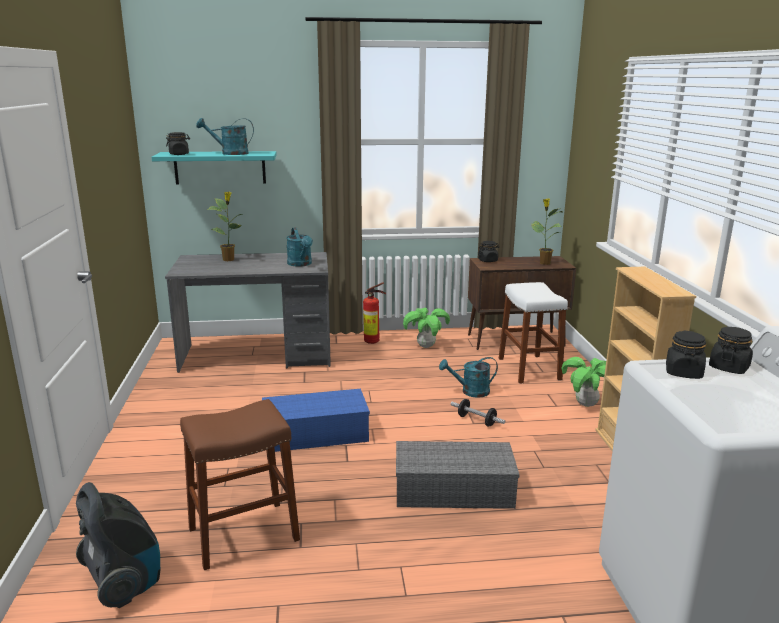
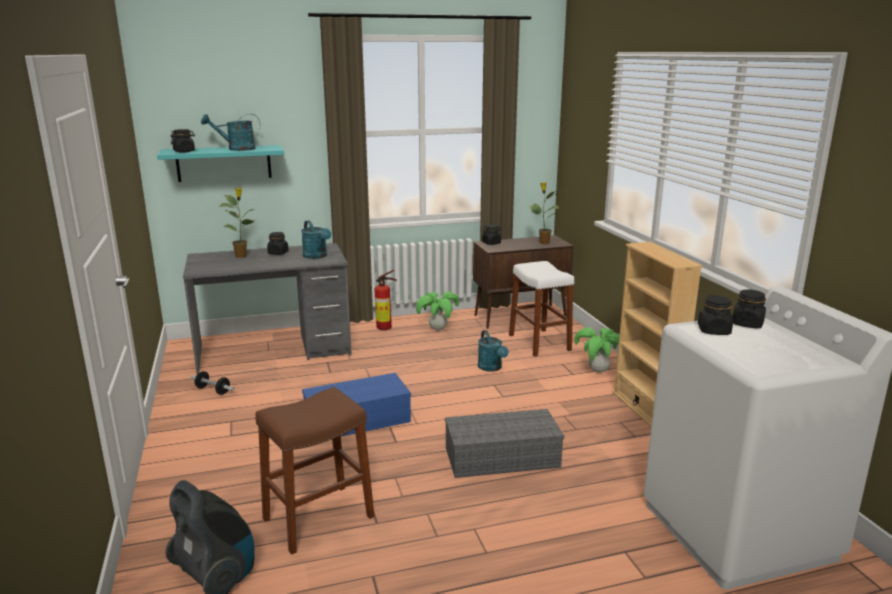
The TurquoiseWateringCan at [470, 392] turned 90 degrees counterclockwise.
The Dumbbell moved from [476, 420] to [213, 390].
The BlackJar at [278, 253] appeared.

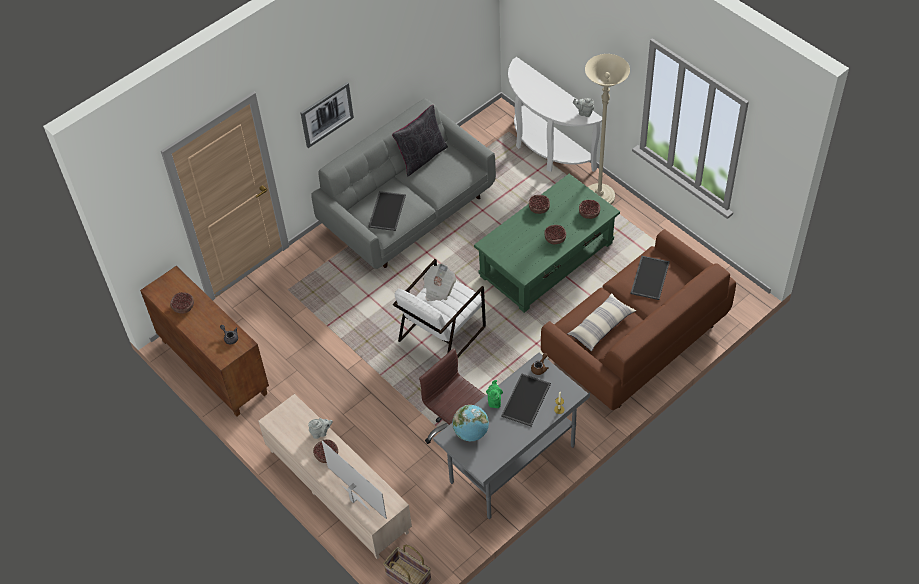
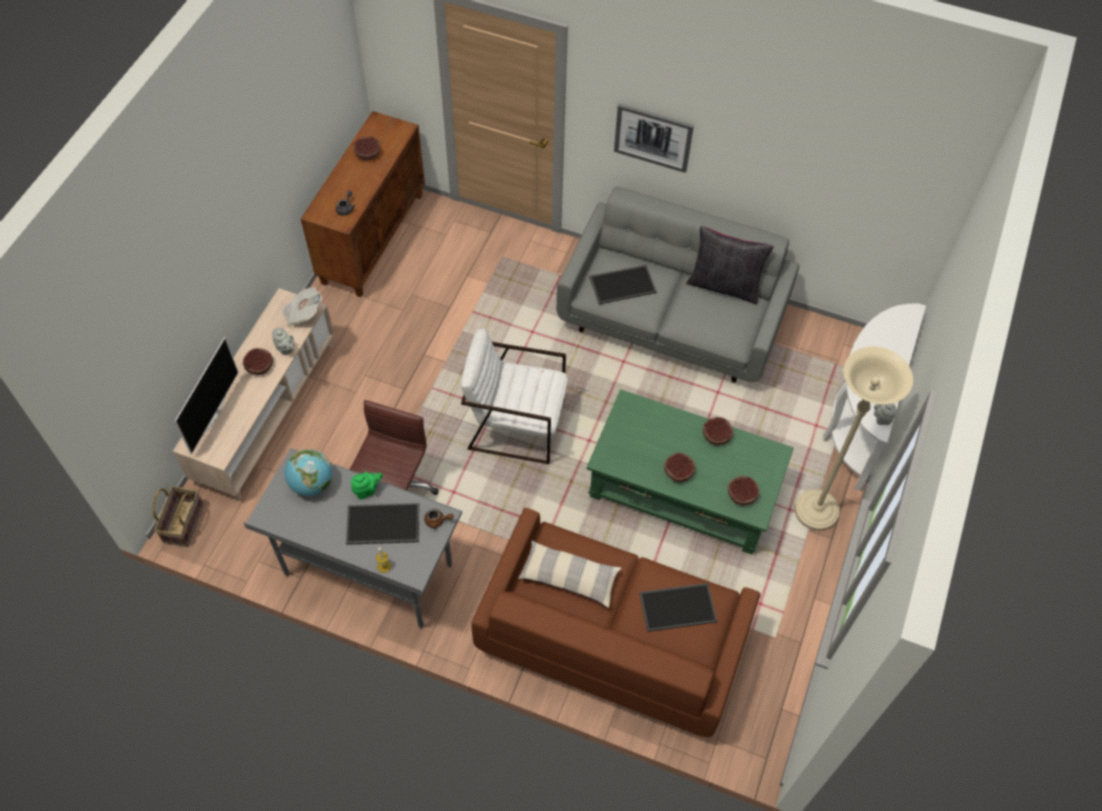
The Newspaper moved from [438, 289] to [302, 313].

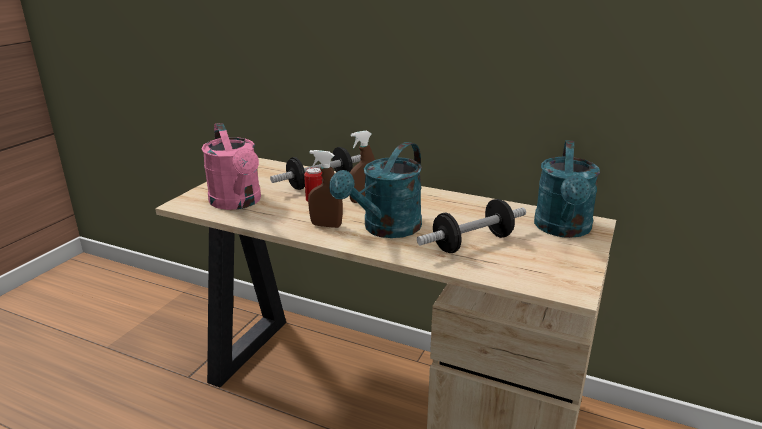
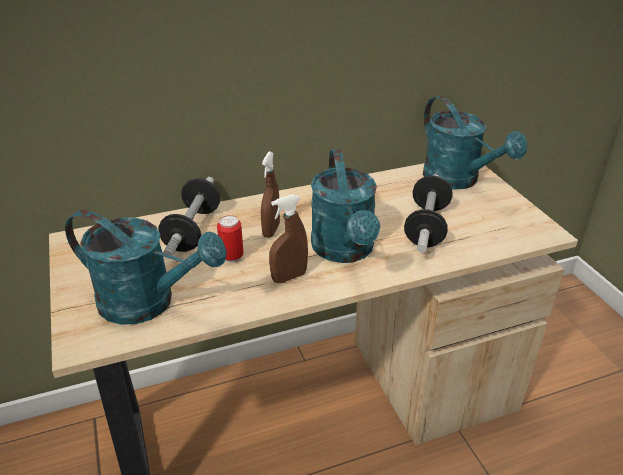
The PinkWateringCan at [238, 202] became the TurquoiseWateringCan at [149, 303].

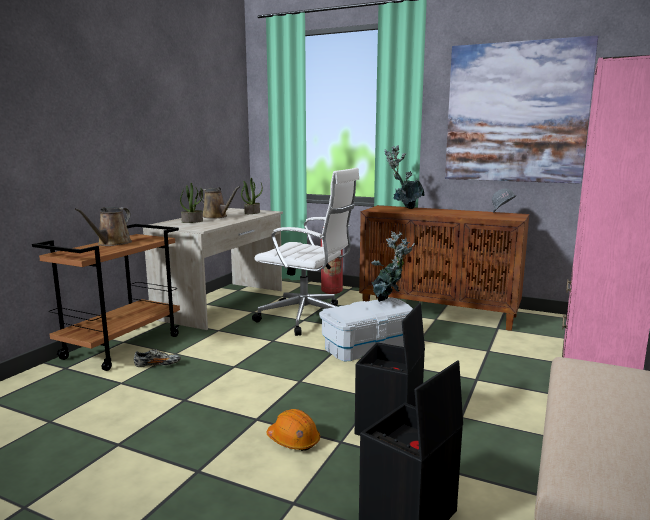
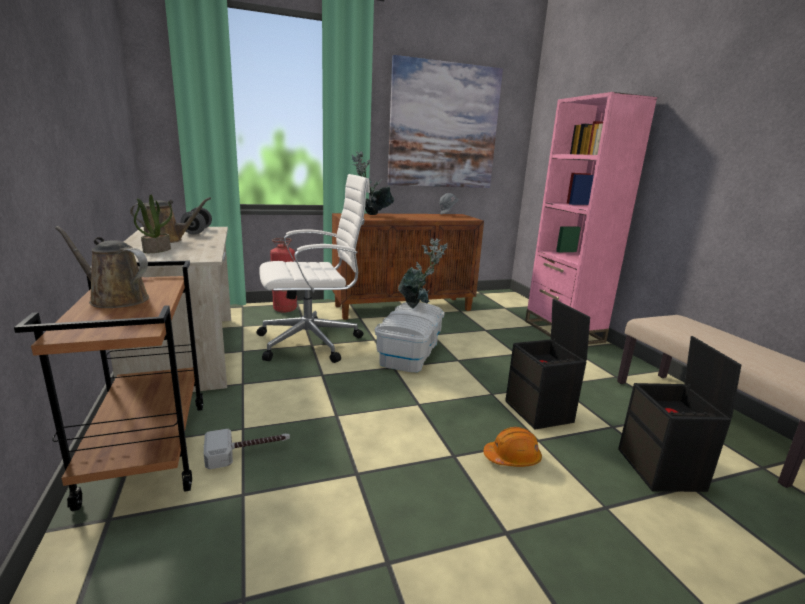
The BrownWateringCan at [112, 243] turned 135 degrees clockwise.
The Shoe at [158, 365] was replaced by the Hammer at [248, 451].
The PottedPlant at [252, 213] was replaced by the GreyDumbbell at [197, 231].

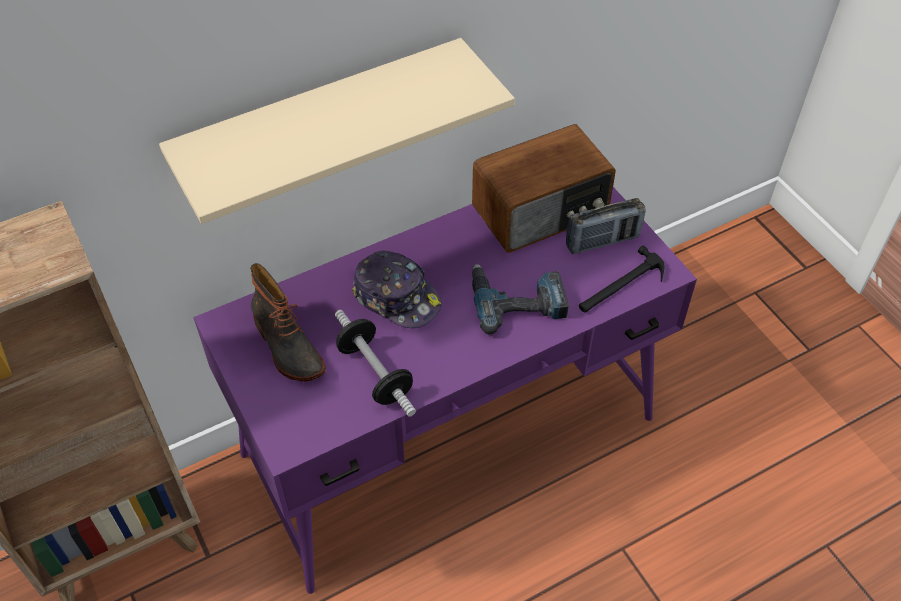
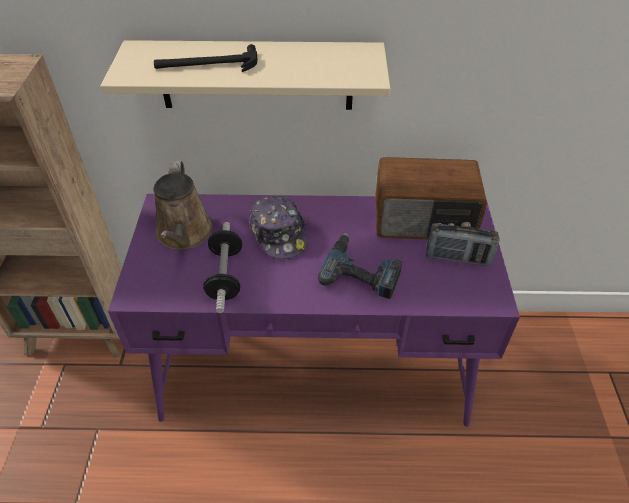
The Boot at [286, 347] was replaced by the BrownWateringCan at [184, 234].
The Hammer moved from [621, 286] to [206, 65].

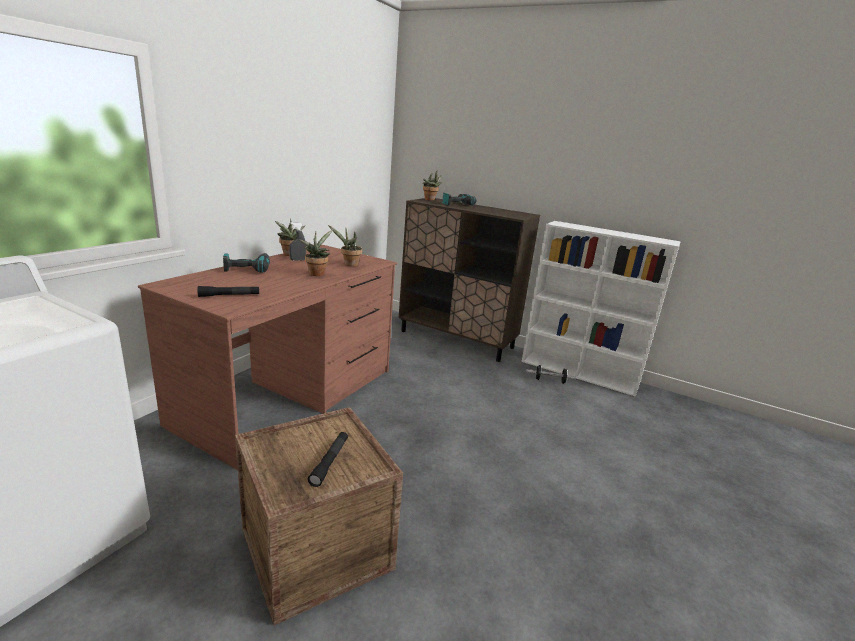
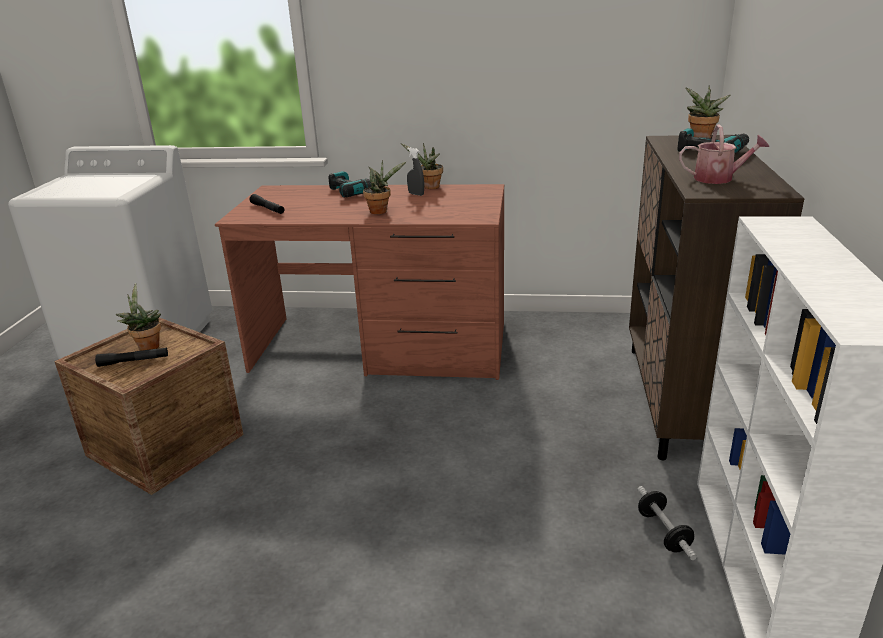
The PottedPlant moved from [349, 265] to [147, 346].
The WateringCan at [719, 178] appeared.

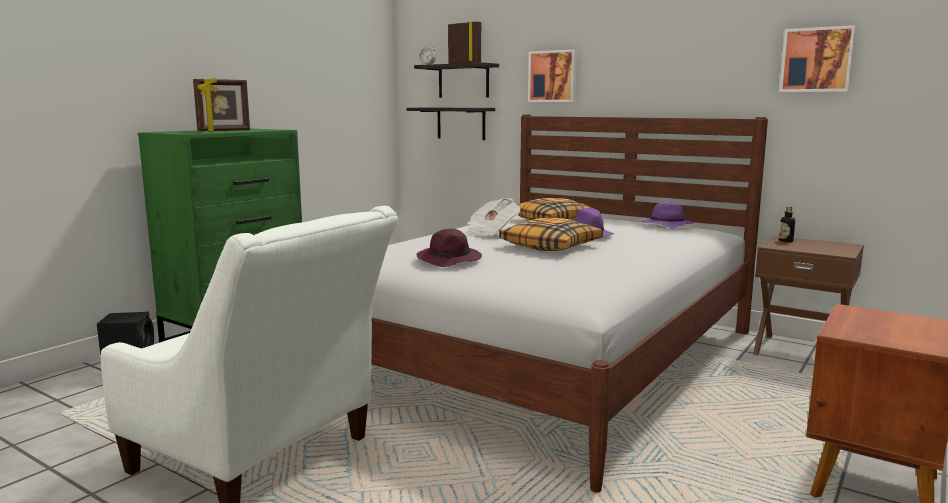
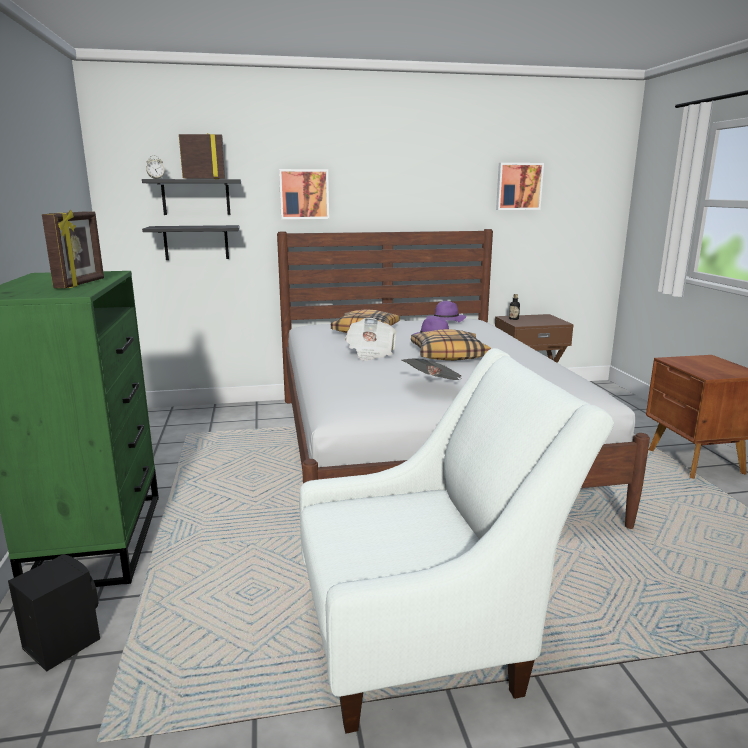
The PurpleHat at [450, 260] was replaced by the Newspaper at [434, 386].

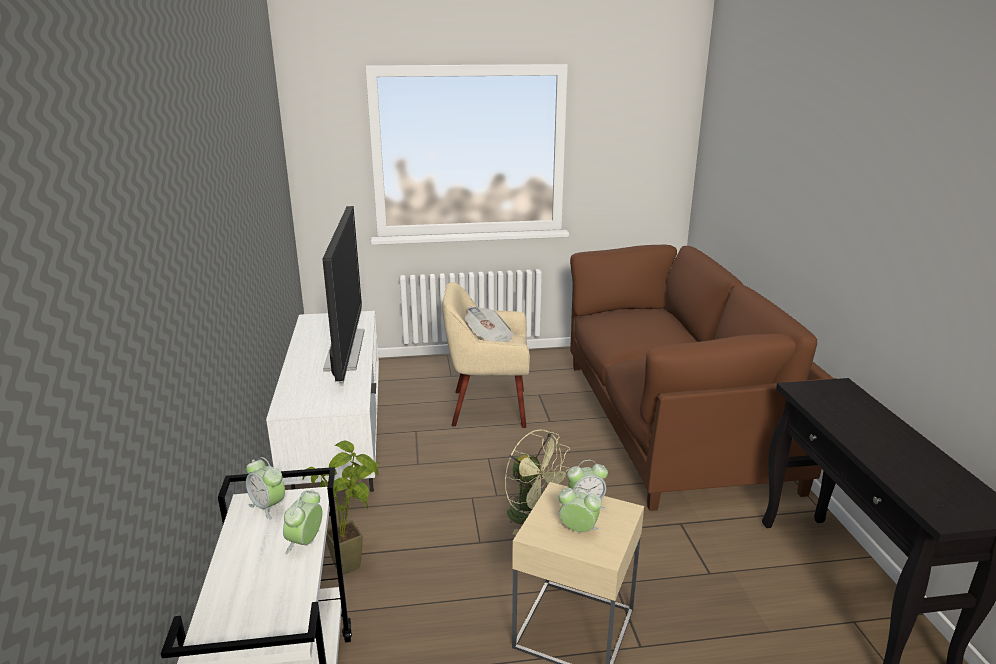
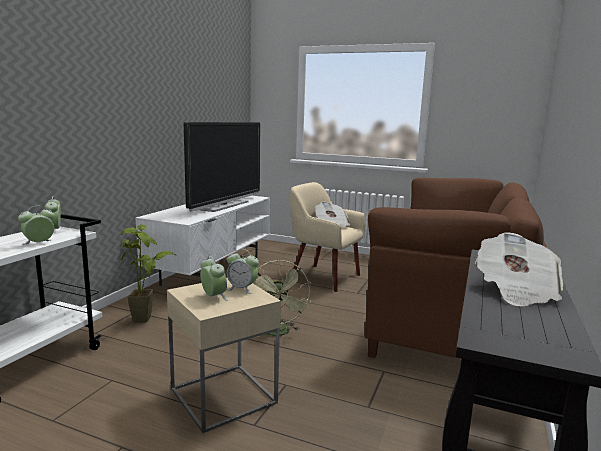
The Newspaper at [515, 290] appeared.

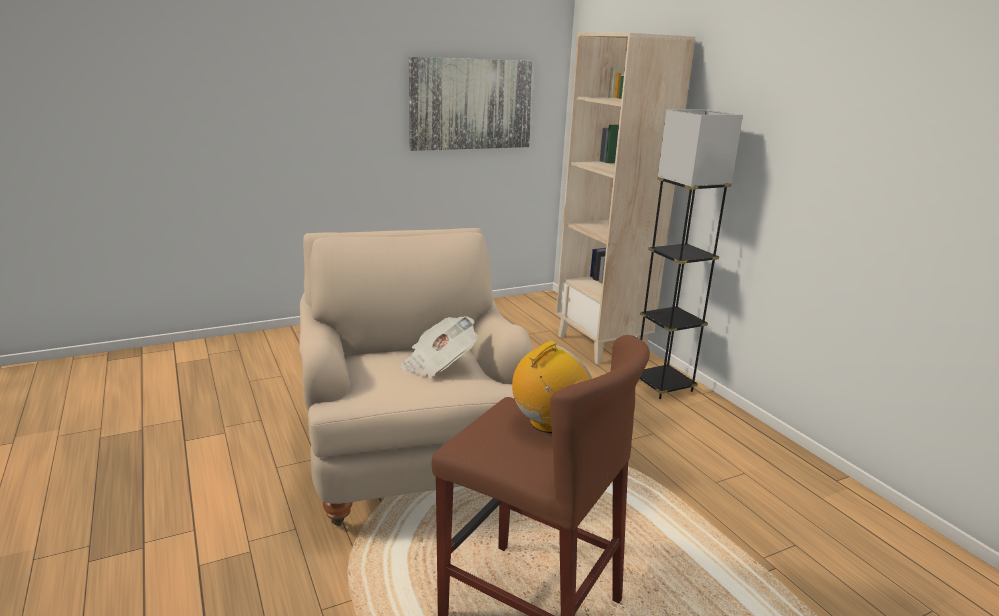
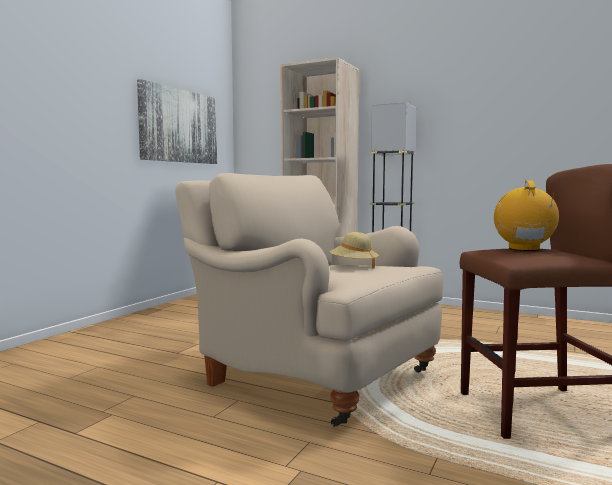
The Newspaper at [438, 364] was replaced by the BeigeHat at [354, 266].

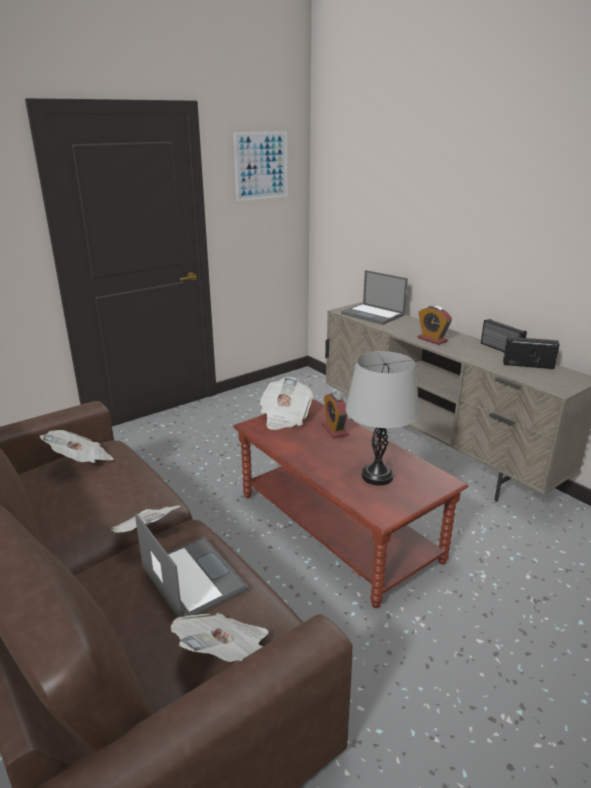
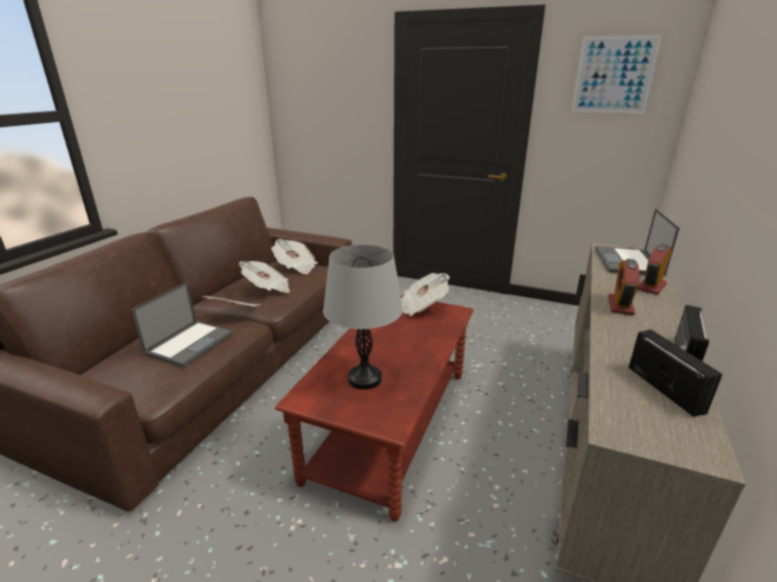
The Newspaper moved from [225, 653] to [268, 288].
The AlarmClock moved from [334, 430] to [651, 286].

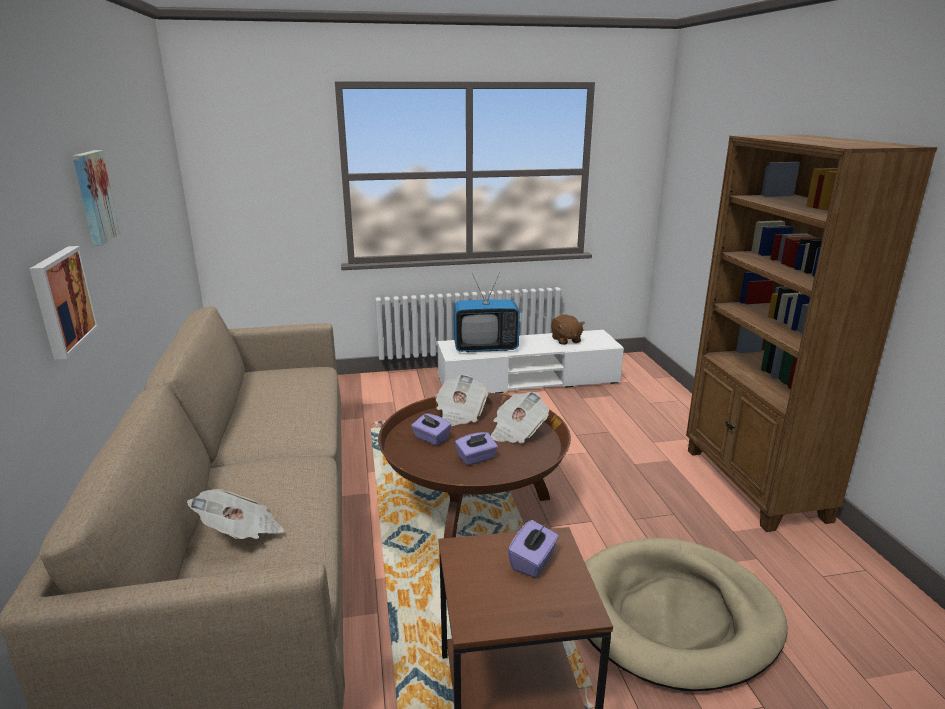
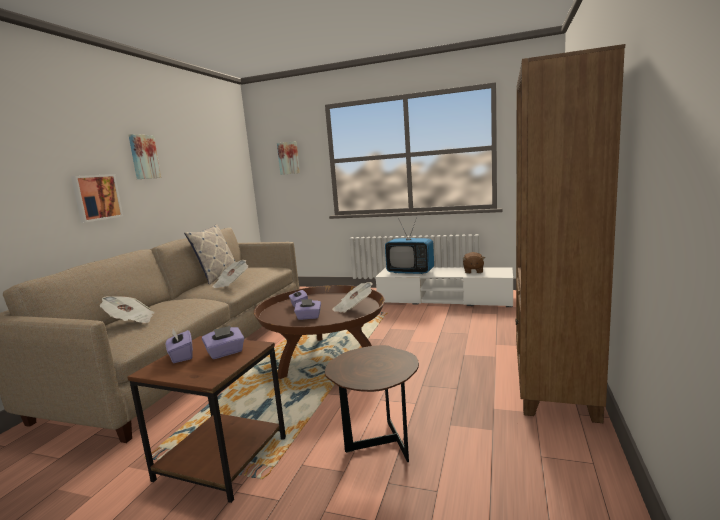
The Newspaper moved from [460, 414] to [231, 283].
The BeigeDogBed at [673, 615] was replaced by the BrownSideTable at [378, 446].
The PurpleTissueBox at [181, 356] appeared.
The Pillow at [217, 277] appeared.
The Picture at [289, 158] appeared.

